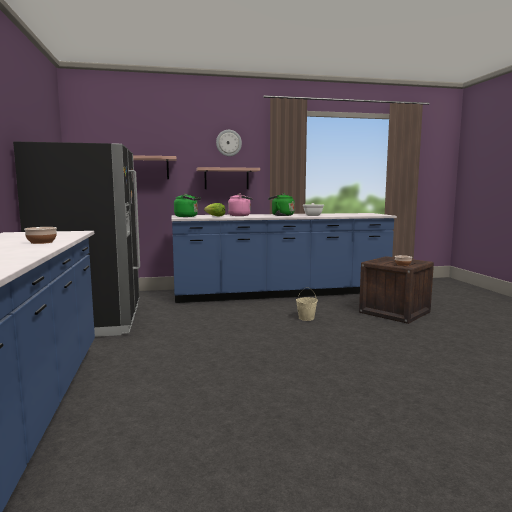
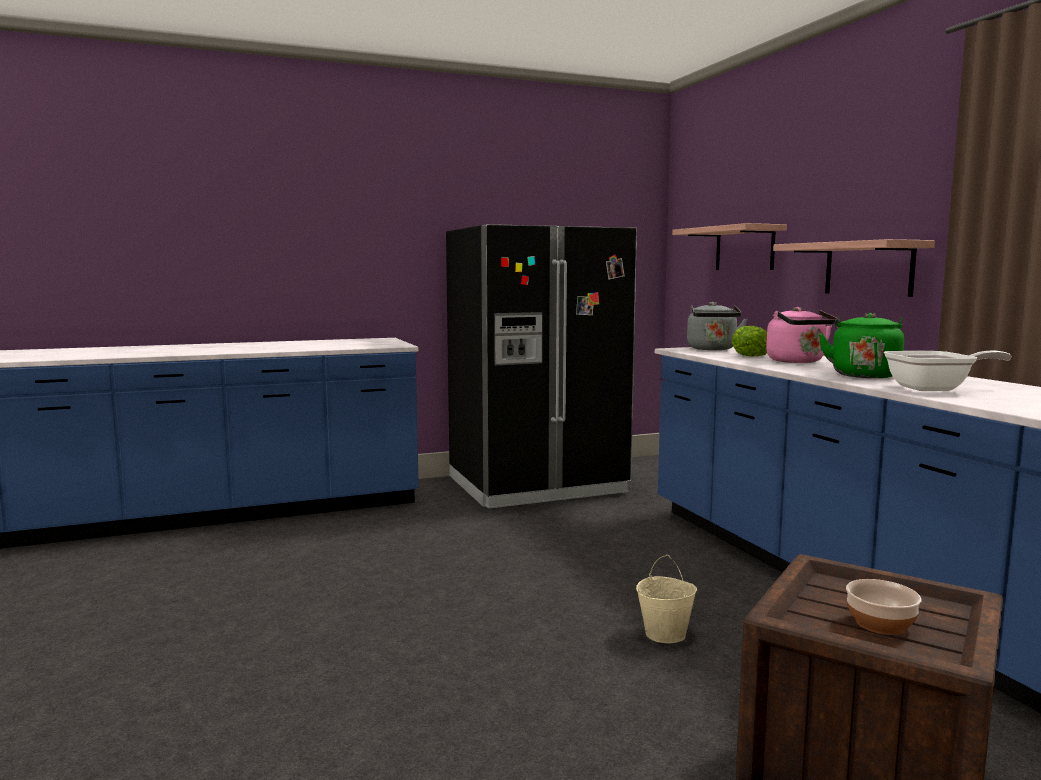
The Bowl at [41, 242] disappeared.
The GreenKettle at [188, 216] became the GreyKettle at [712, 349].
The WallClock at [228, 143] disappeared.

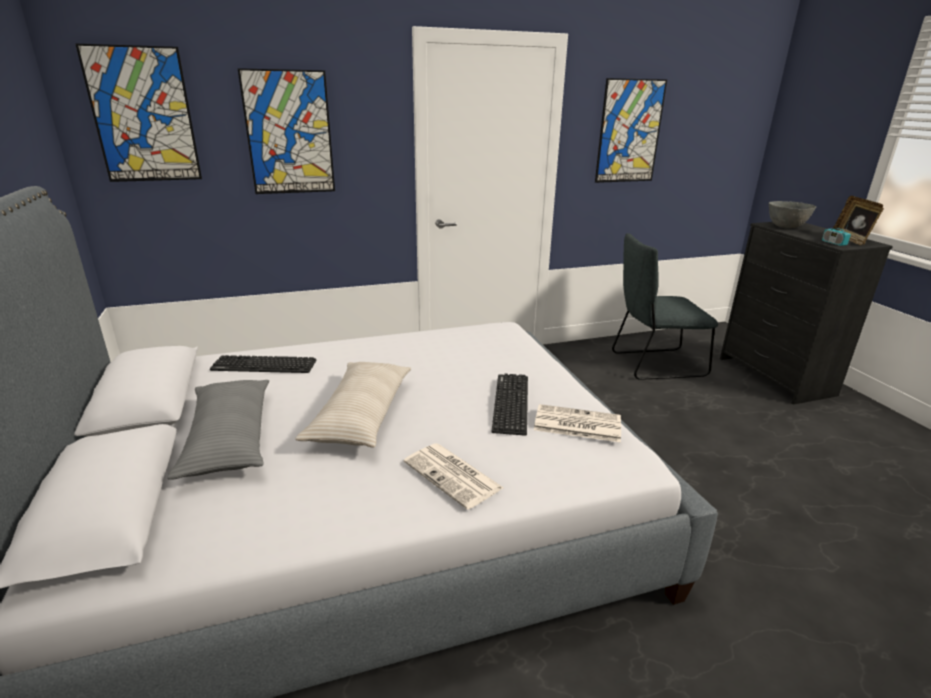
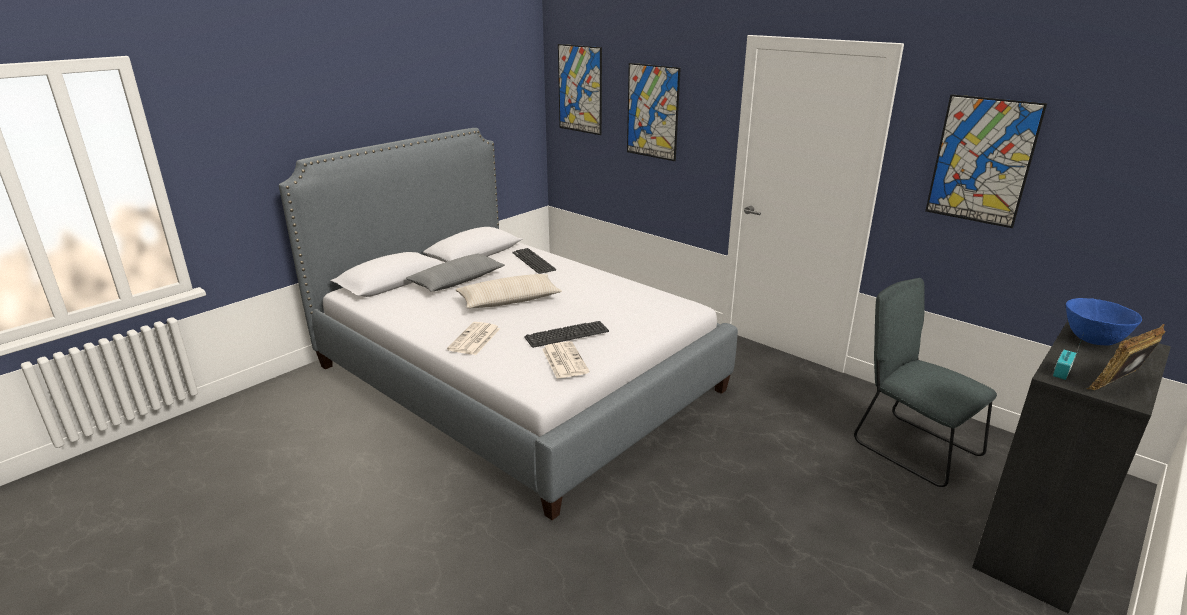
The GreyBowl at [785, 227] became the BlueBowl at [1093, 341].

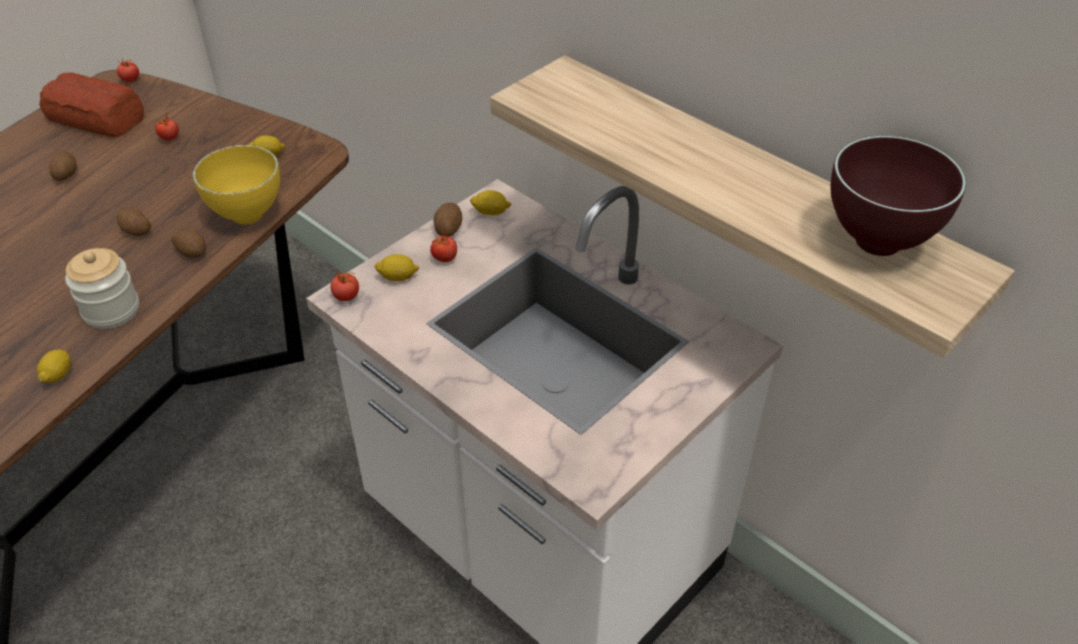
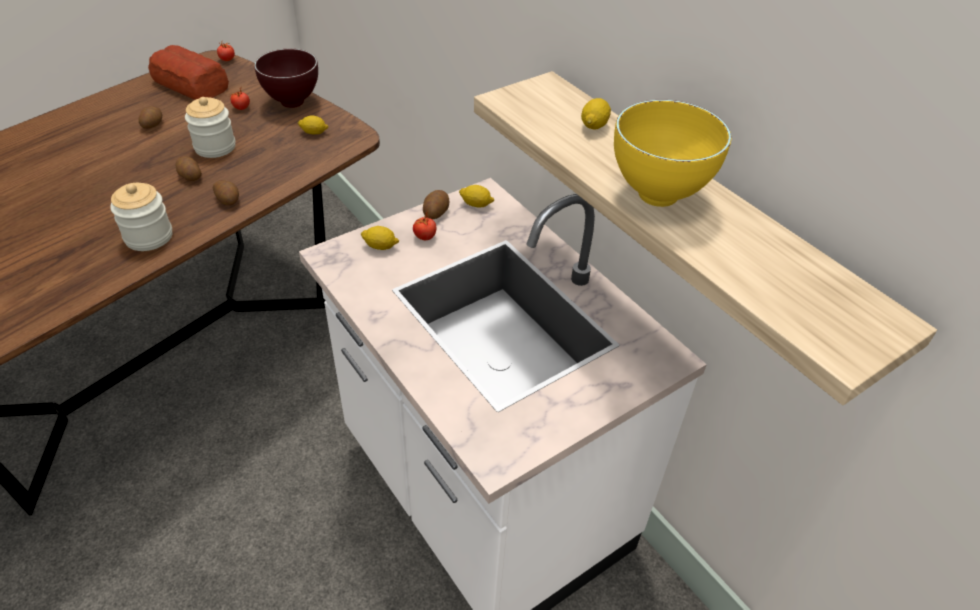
The Lemon moved from [59, 375] to [594, 125].
The YellowBowl moved from [249, 217] to [659, 198].
The Tomato at [346, 297] disappeared.
The BrownBowl moved from [878, 241] to [293, 102].
The Jar at [215, 147] appeared.

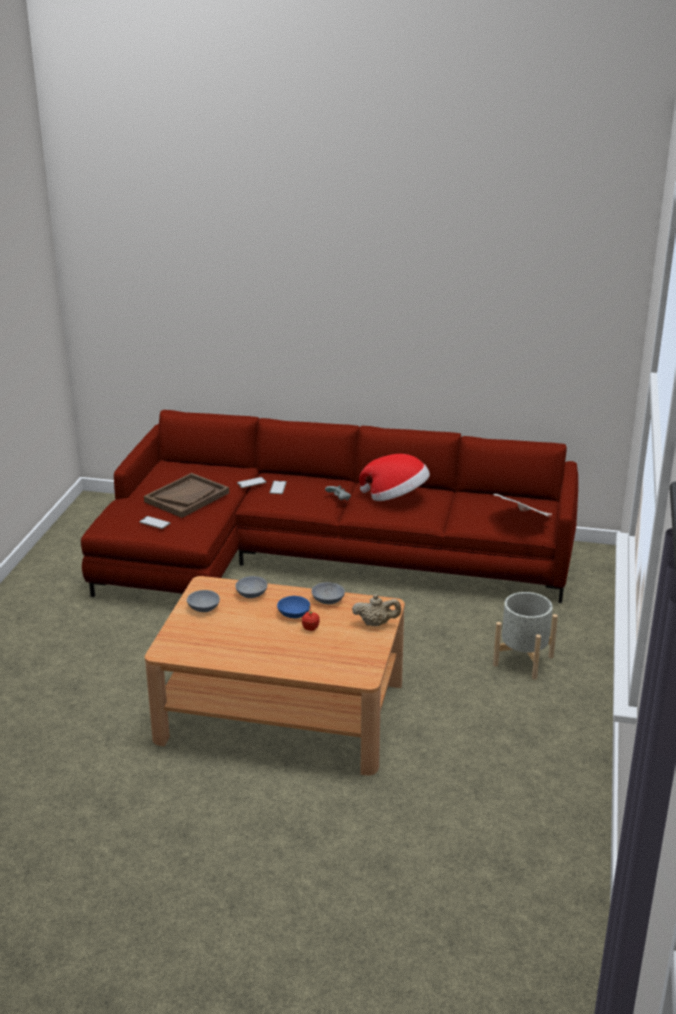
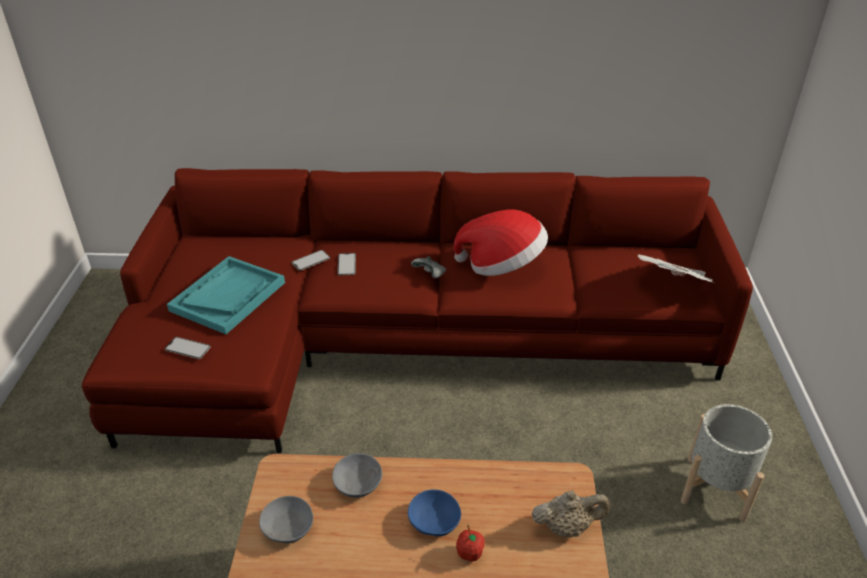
The BrownTray at [187, 497] became the TurquoiseTray at [228, 296].
The GreyBowl at [327, 600] disappeared.

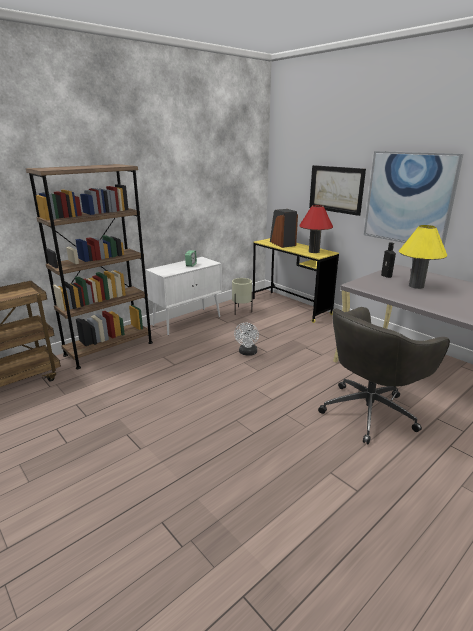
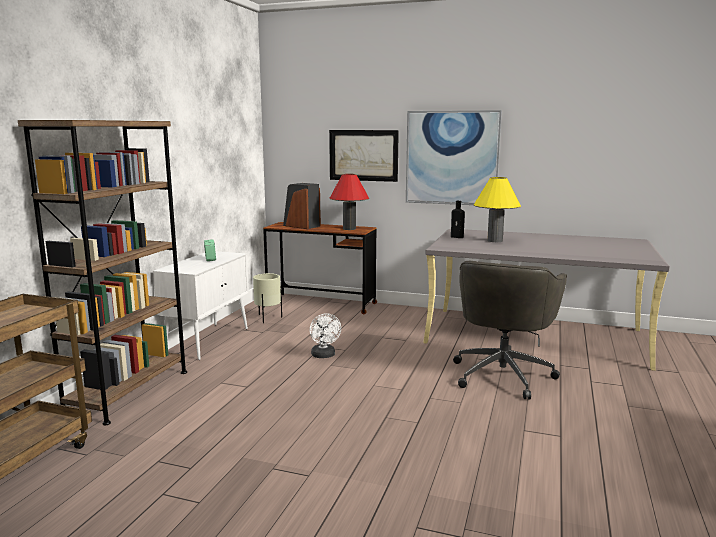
The YellowDesk at [290, 306] became the BrownDesk at [321, 303].

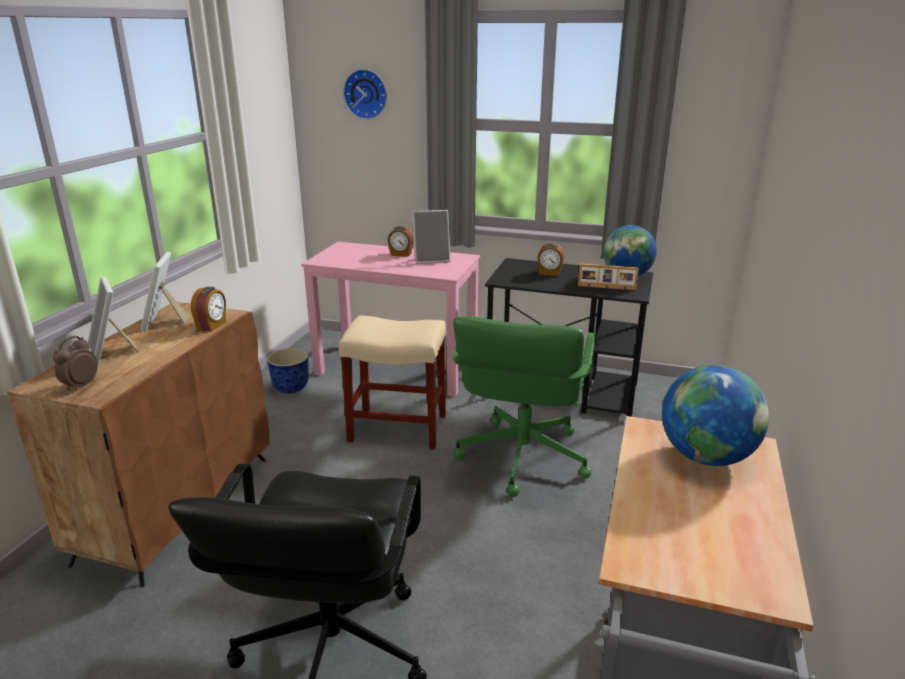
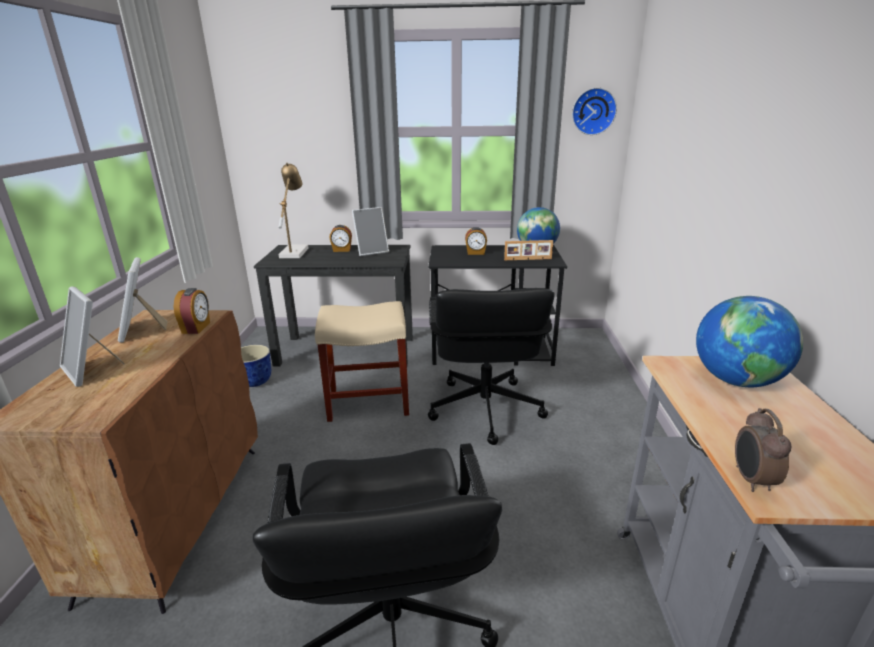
The AlarmClock moved from [80, 386] to [751, 480].
The PinkDesk at [397, 368] became the BlackDesk at [346, 351].
The WallClock moved from [366, 94] to [593, 111].
The GreenOfficeChair at [521, 457] became the BlackOfficeChair at [484, 410].
The TableLamp at [295, 251] appeared.

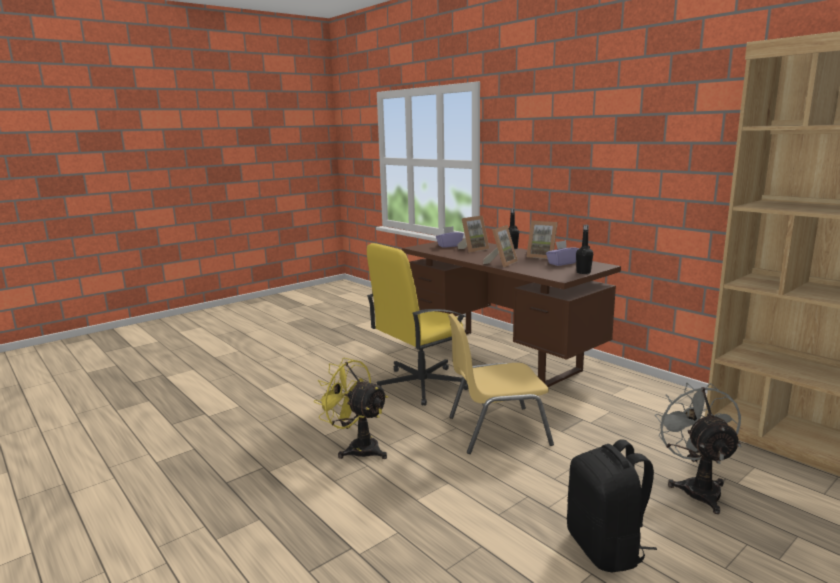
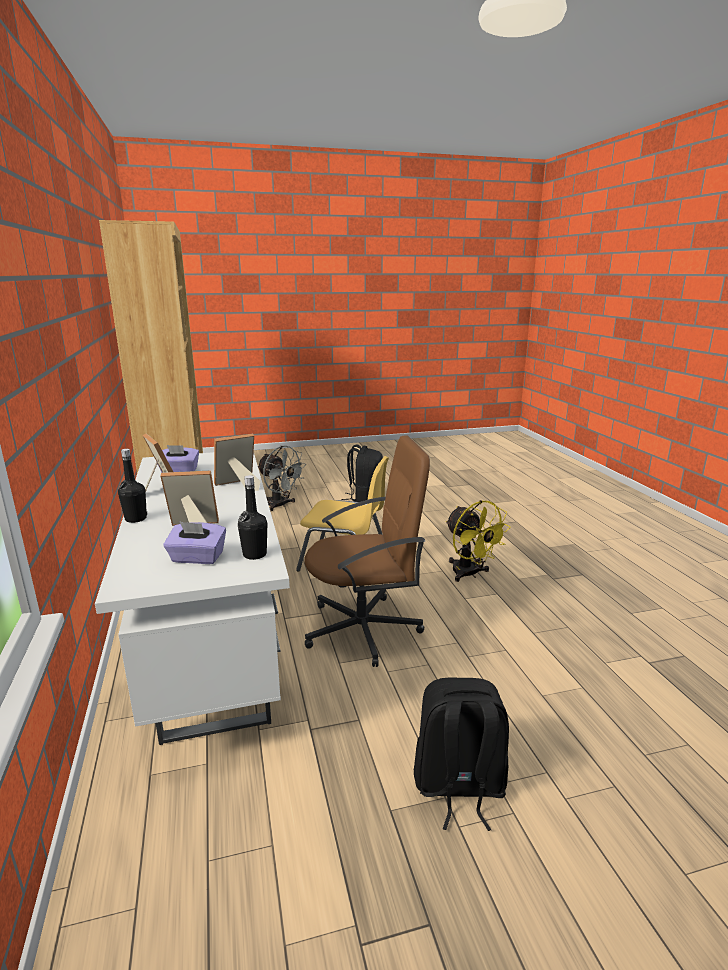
The YellowOfficeChair at [420, 385] became the BrownOfficeChair at [364, 629].
The BrownDesk at [501, 357] became the WhiteDesk at [212, 648].
The BlackBottle moved from [583, 272] to [254, 554].
The GreyFan at [697, 487] turned 75 degrees counterclockwise.
The BlackBackpack at [458, 787] appeared.

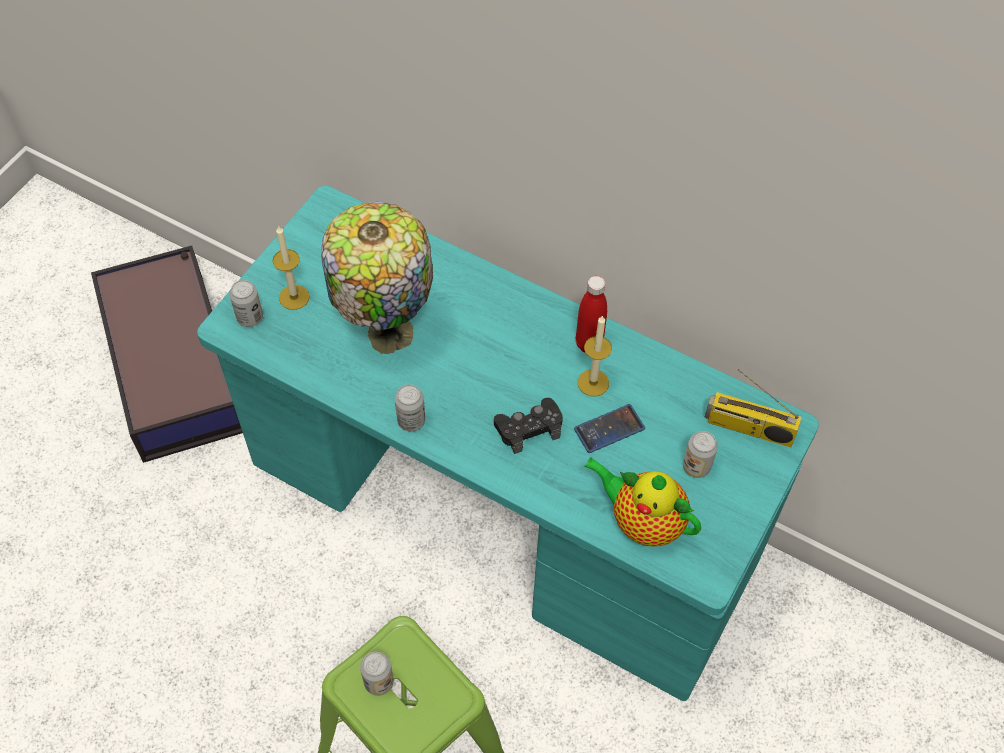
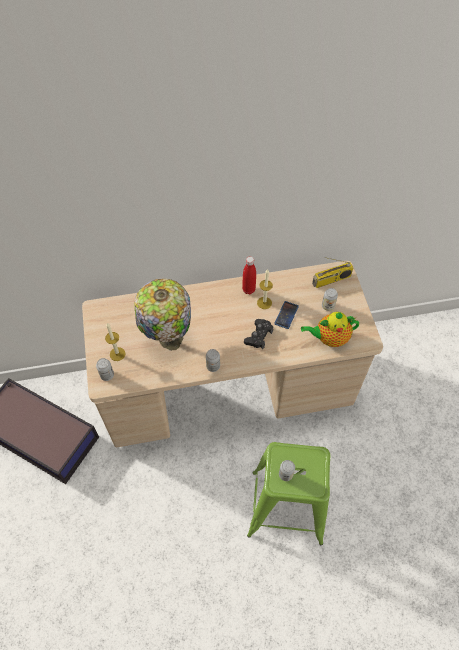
The TurquoiseDesk at [500, 514] became the BeigeDesk at [229, 391].

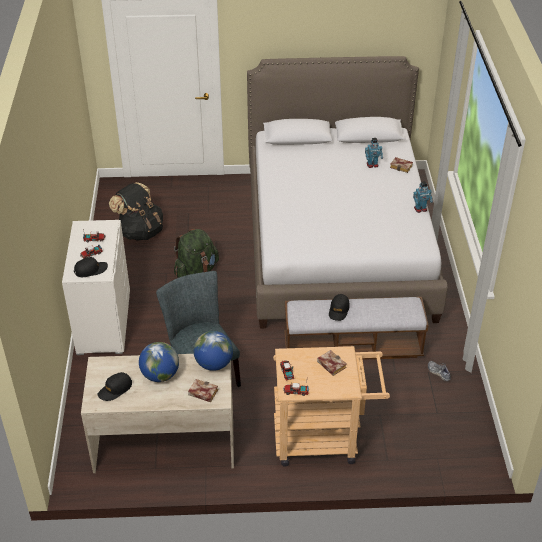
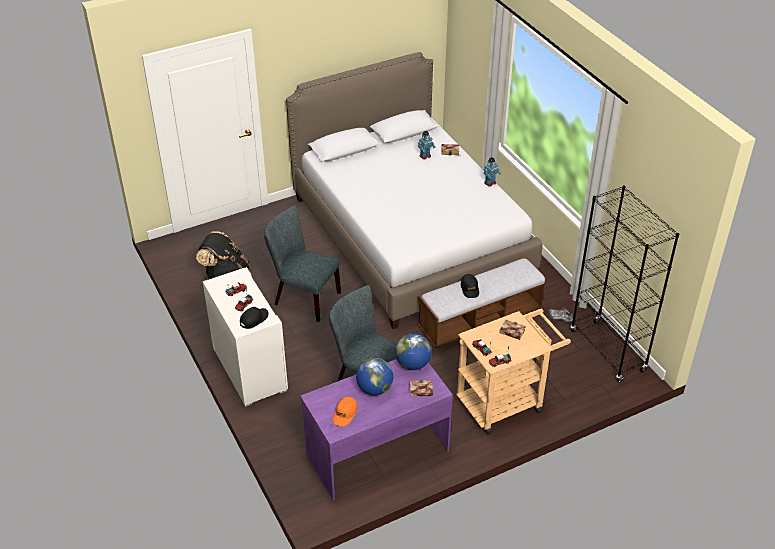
The BeigeDesk at [165, 442] became the PurpleDesk at [377, 451].
The BlackCap at [115, 389] became the OrangeCap at [345, 414].
The GreenBackpack at [196, 271] was replaced by the GreyChair at [303, 298].
The BlackBookcase at [607, 351] appeared.

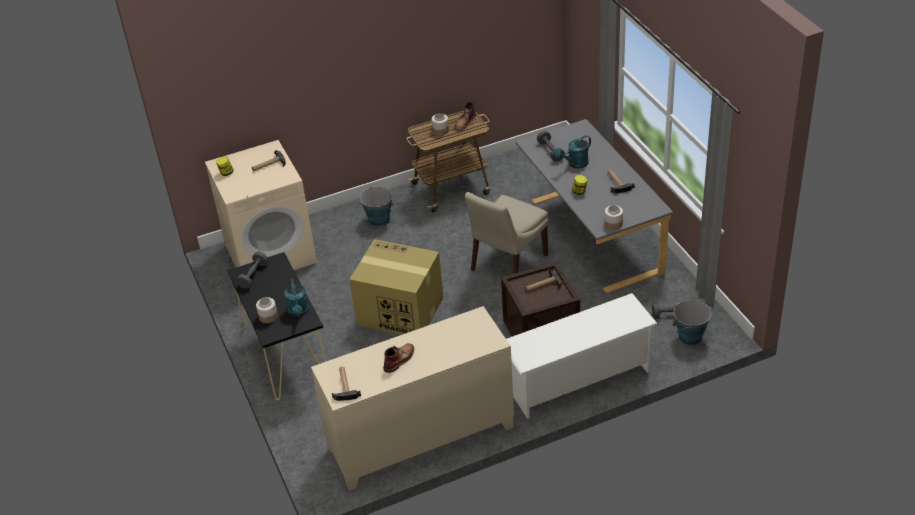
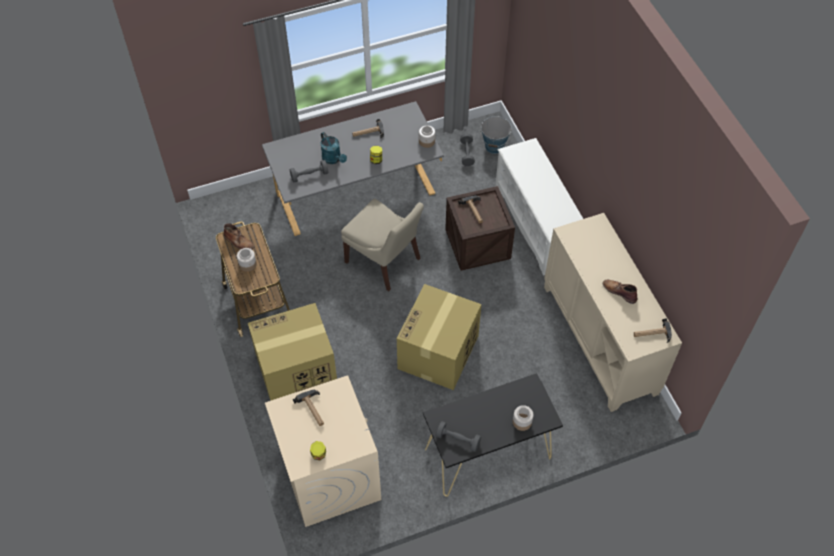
The TurquoiseWateringCan at [299, 312] disappeared.
The Bucket at [379, 220] was replaced by the CardboardBox at [295, 369].

